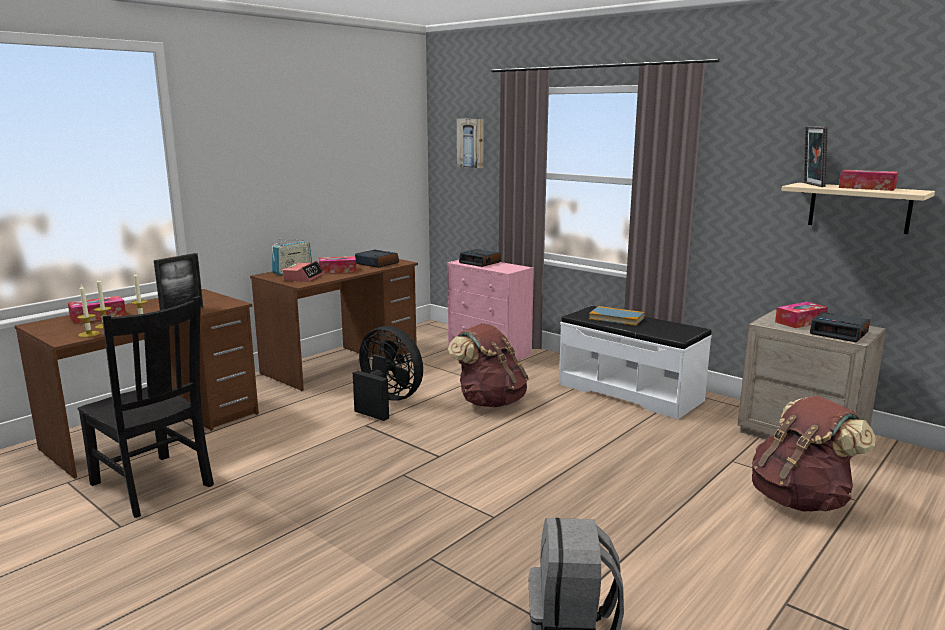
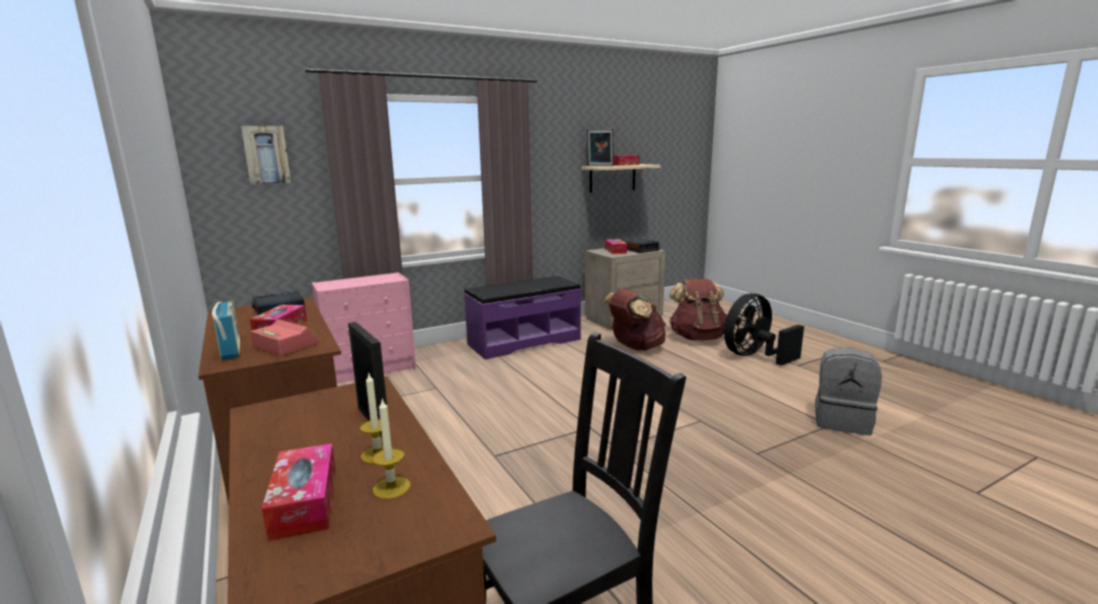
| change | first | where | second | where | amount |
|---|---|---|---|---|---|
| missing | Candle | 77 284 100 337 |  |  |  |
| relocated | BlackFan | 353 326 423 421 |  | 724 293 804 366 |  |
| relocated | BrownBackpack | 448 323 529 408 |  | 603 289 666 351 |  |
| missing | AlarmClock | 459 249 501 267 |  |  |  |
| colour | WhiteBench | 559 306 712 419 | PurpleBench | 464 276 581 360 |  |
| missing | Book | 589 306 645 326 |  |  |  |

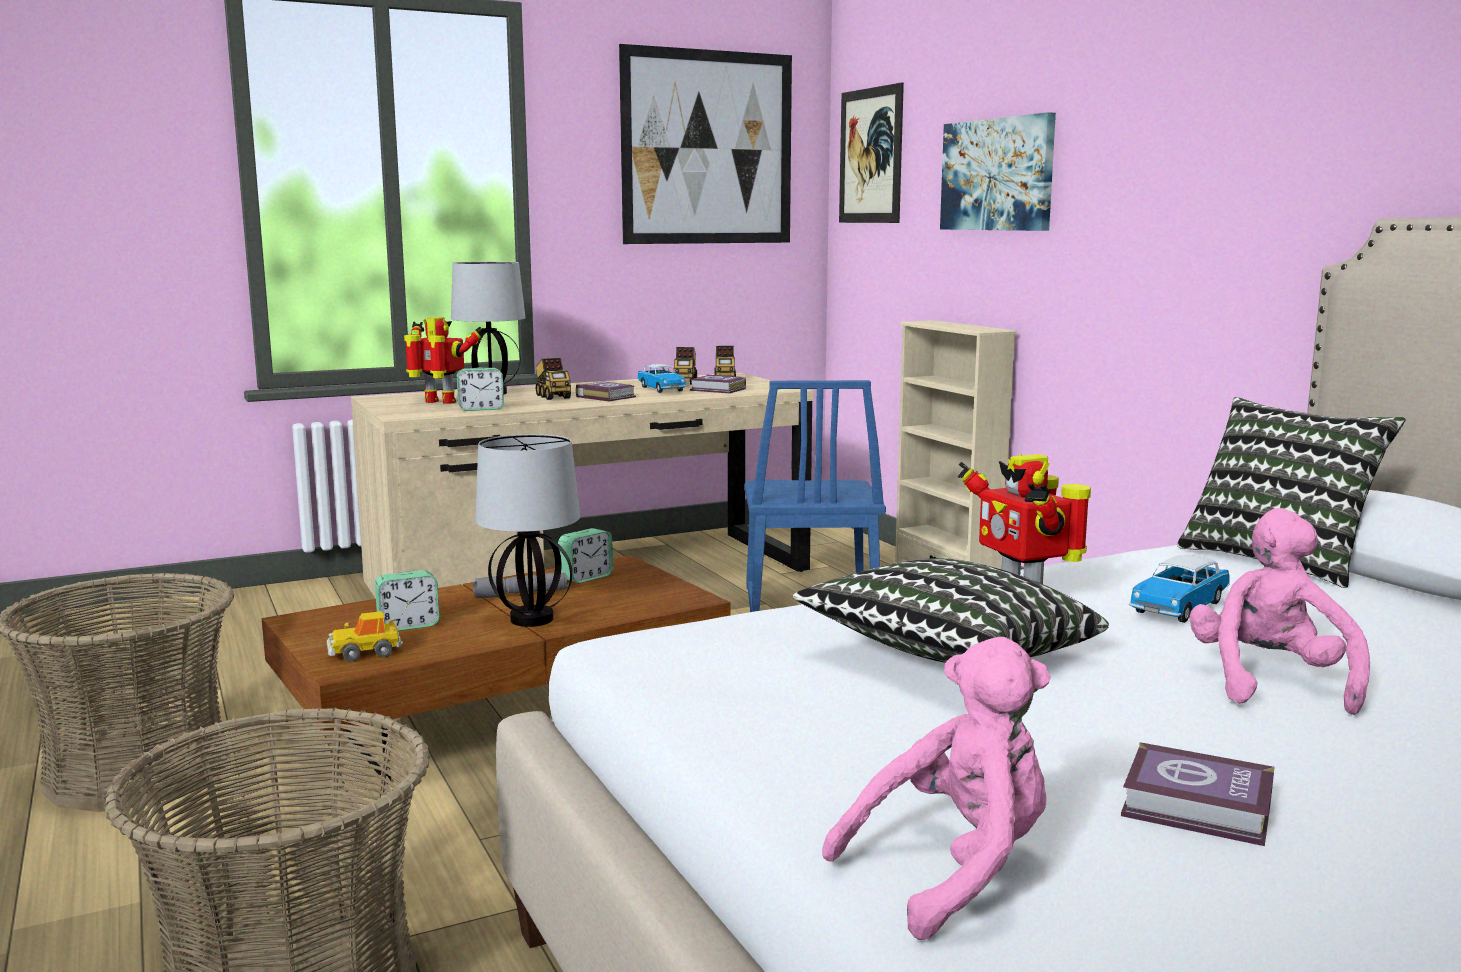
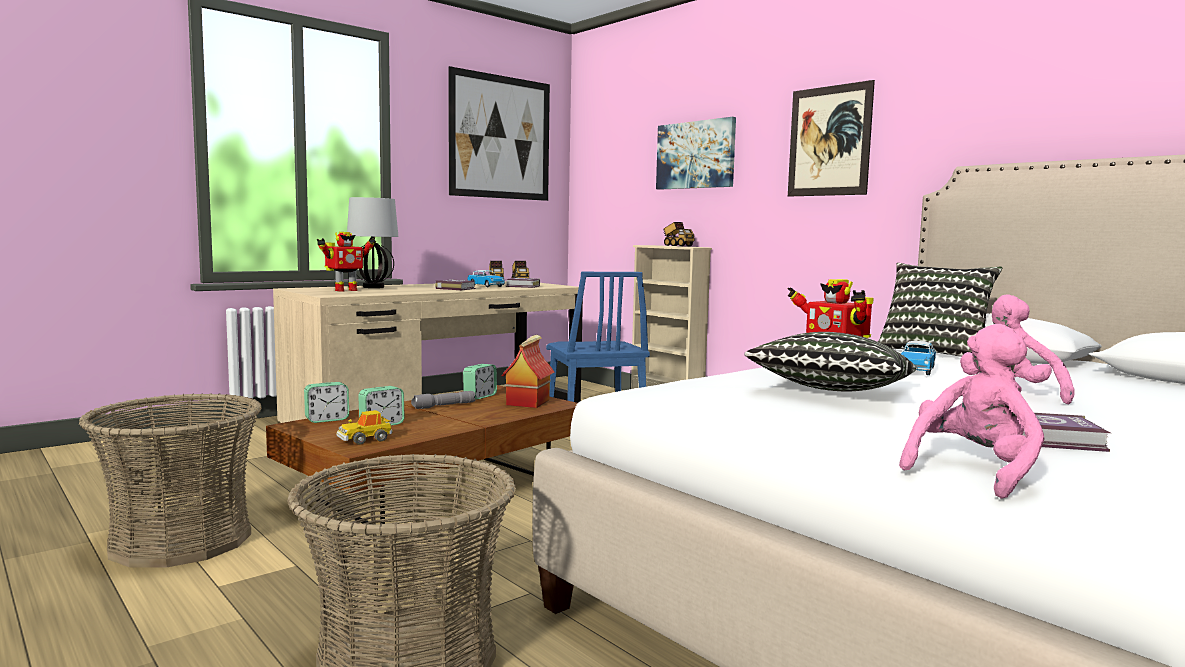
| change | first | where | second | where | amount |
|---|---|---|---|---|---|
| spun | ToyRobot | 404 317 484 404 |  | 317 232 376 292 | 135 degrees clockwise |
| relocated | AlarmClock | 457 368 504 411 |  | 304 382 349 423 |  |
| missing | TableLamp | 475 434 580 627 |  |  |  |
| relocated | ToyTruck | 536 358 571 400 |  | 663 222 695 246 |  |
| relocated | Picture | 839 83 904 223 |  | 788 80 875 196 |  |
| appeared |  |  | ToyHouse | 501 335 555 408 |  |

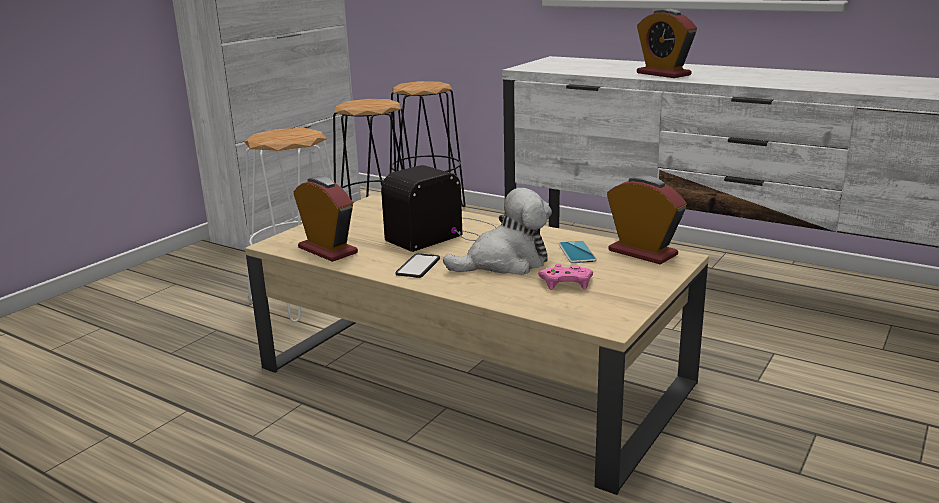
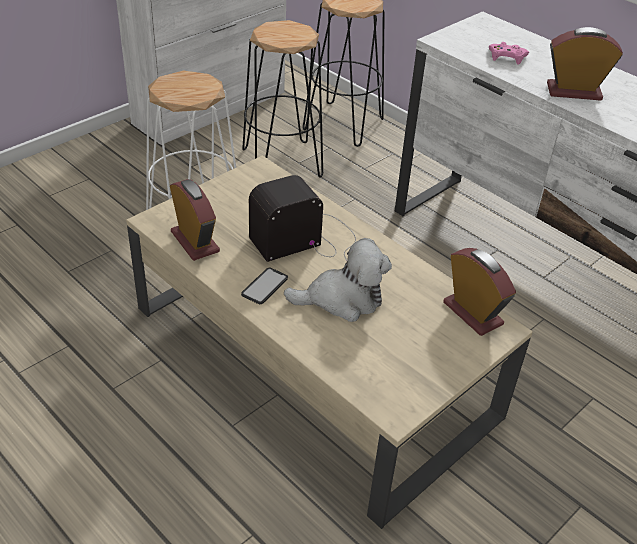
| change | first | where | second | where | amount |
|---|---|---|---|---|---|
| relocated | PinkGameController | 538 264 593 290 |  | 489 42 529 65 |  |
| missing | Phone | 559 241 597 263 |  |  |  |
| spun | AlarmClock | 637 9 697 78 |  | 547 27 623 101 | 120 degrees clockwise |

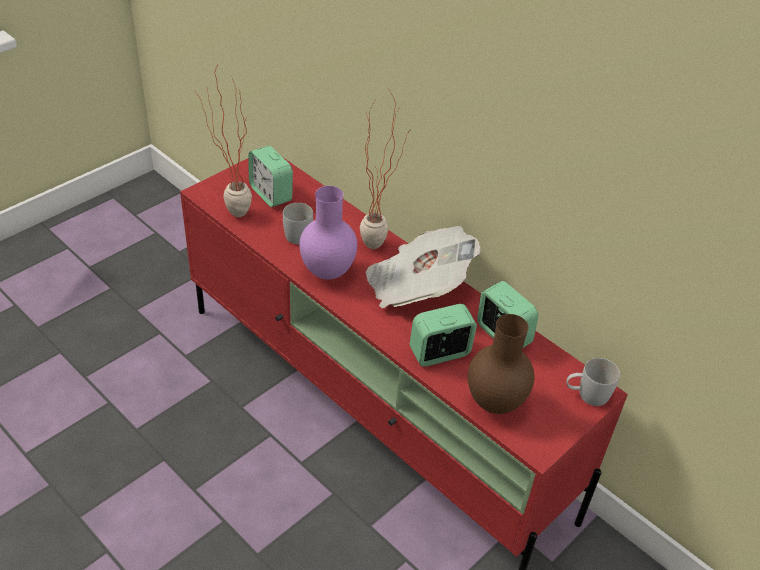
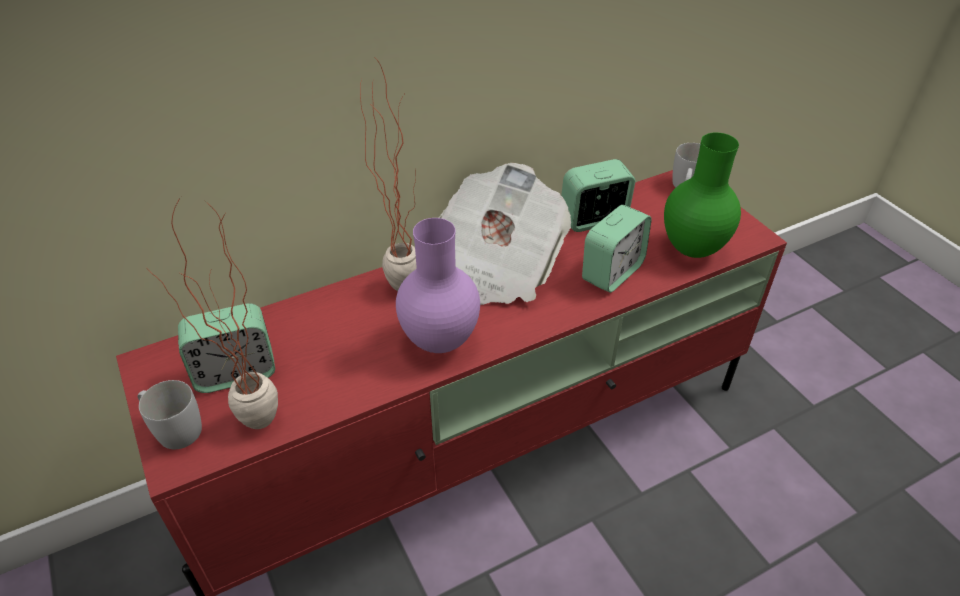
| change | first | where | second | where | amount |
|---|---|---|---|---|---|
| relocated | WhiteMug | 283 203 313 244 |  | 137 380 202 449 |  |
| spun | AlarmClock | 410 304 477 367 |  | 582 205 652 293 | 135 degrees counterclockwise |
| colour | BrownVase | 468 314 535 414 | GreenVase | 664 132 741 258 |  |

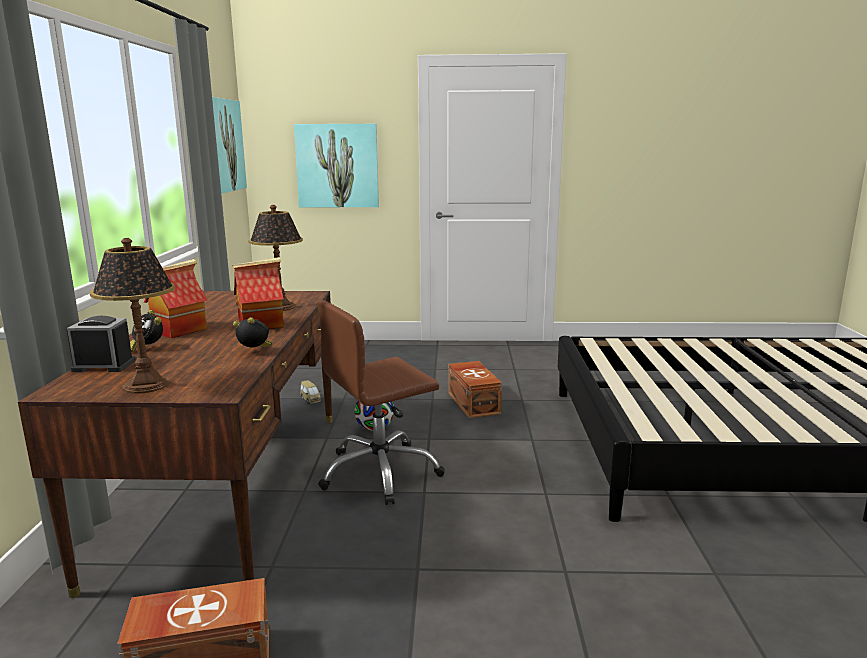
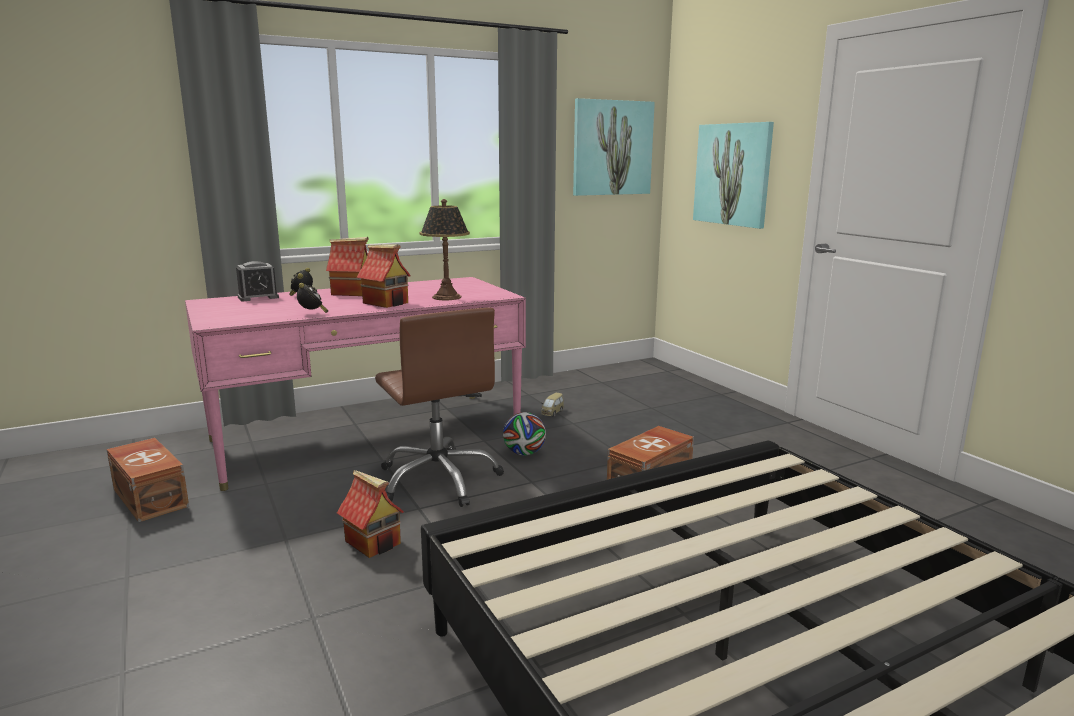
| change | first | where | second | where | amount |
|---|---|---|---|---|---|
| colour | BrownDesk | 18 291 332 598 | PinkDesk | 185 277 526 491 |  |
| spun | AlarmClock | 67 316 136 372 |  | 236 261 279 301 | 90 degrees clockwise |
| missing | TableLamp | 90 238 175 394 |  |  |  |
| spun | BrownOfficeChair | 317 300 445 505 |  | 375 308 504 507 | 150 degrees counterclockwise |
| appeared |  |  | ToyHouse | 337 470 404 558 |  |

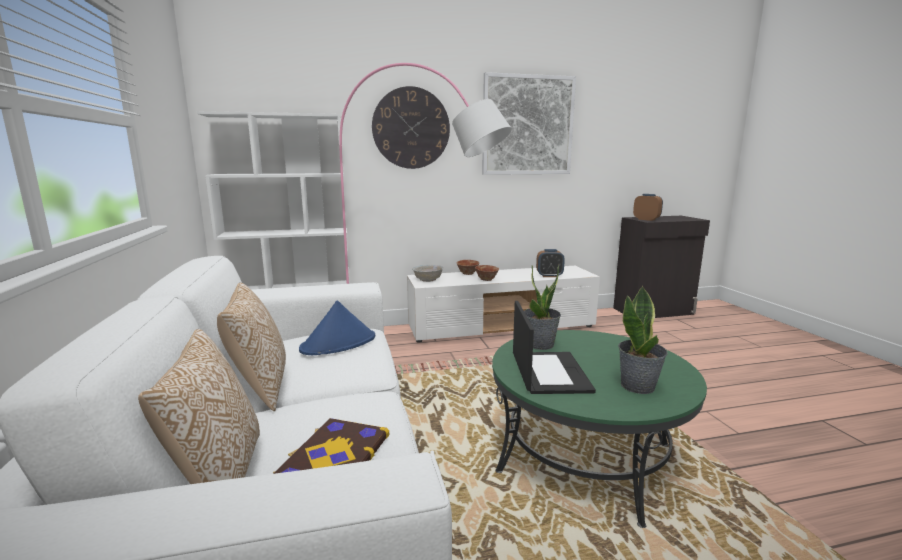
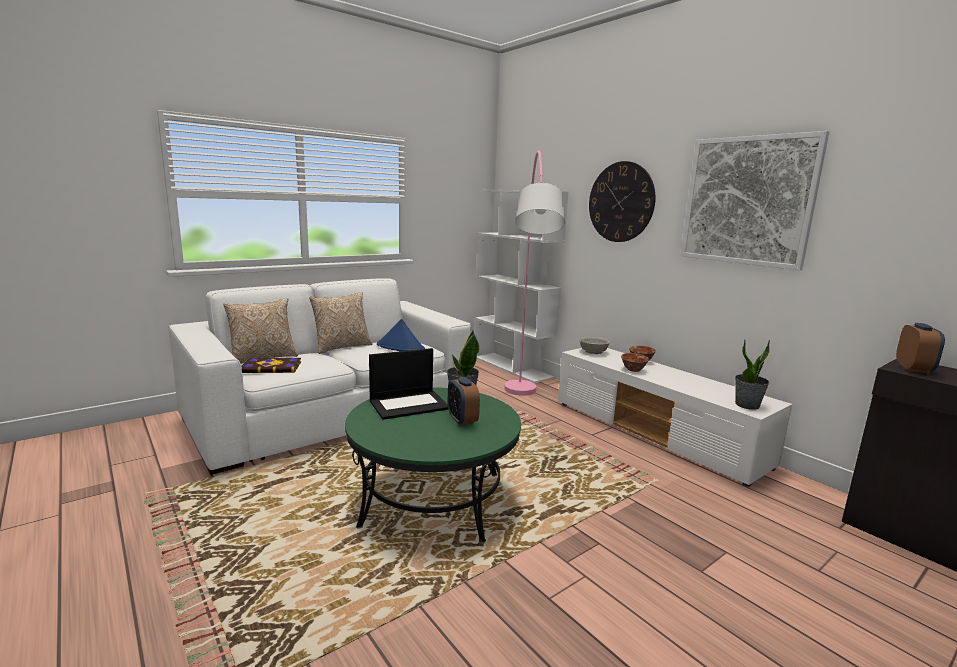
| change | first | where | second | where | amount |
|---|---|---|---|---|---|
| relocated | AlarmClock | 536 249 565 277 |  | 448 377 480 426 |  |
| relocated | PottedPlant | 618 286 668 394 |  | 735 339 770 410 |  |

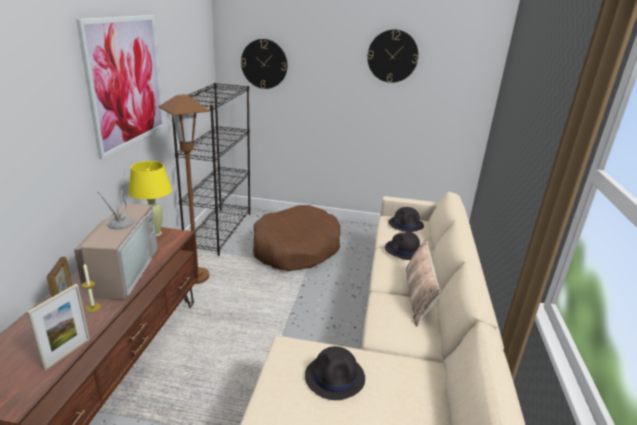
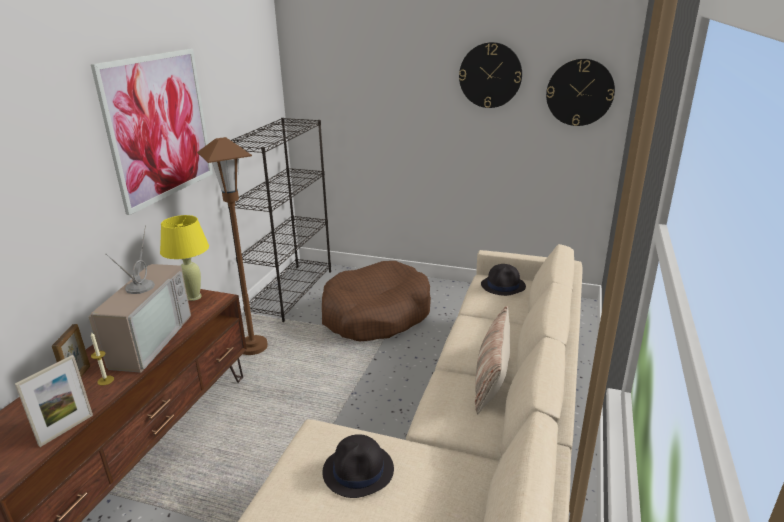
| change | first | where | second | where | amount |
|---|---|---|---|---|---|
| relocated | WallClock | 241 39 287 89 |  | 546 59 615 126 |  |
| missing | BlackHat | 385 231 420 260 |  |  |  |

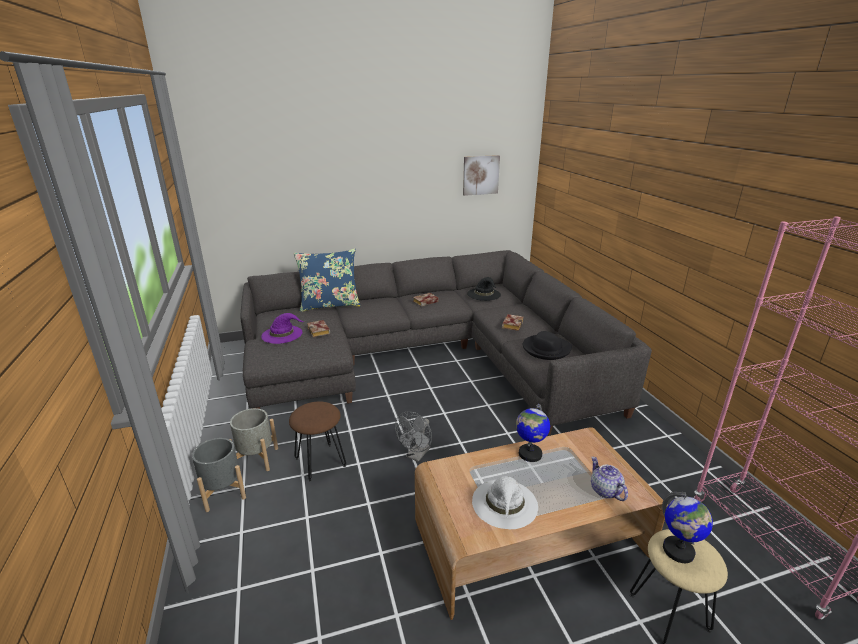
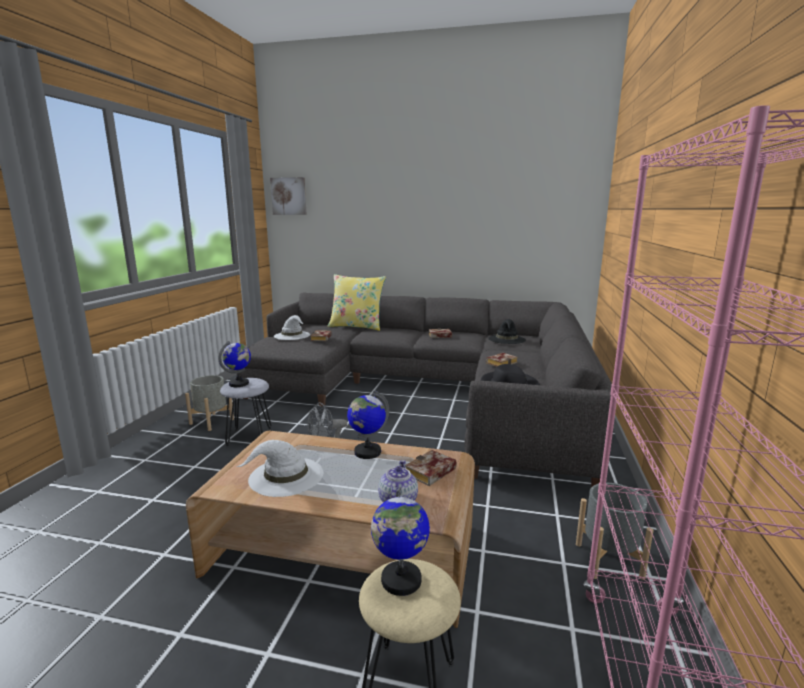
| change | first | where | second | where | amount |
|---|---|---|---|---|---|
| relocated | GreyPlanter | 192 438 246 512 |  | 576 483 653 580 |  |
| colour | PurpleHat | 261 313 304 344 | WhiteHat | 274 315 310 340 |  |
| colour | BrownStool | 289 401 346 482 | GreyStool | 220 378 272 446 |  |
| colour | BluePillow | 294 249 361 312 | YellowPillow | 327 274 386 331 |  |
| relocated | Picture | 463 155 500 196 |  | 270 177 307 215 |  |
| appeared |  |  | Globe | 219 341 251 387 |  |
| appeared |  |  | Book | 405 450 457 486 |  |

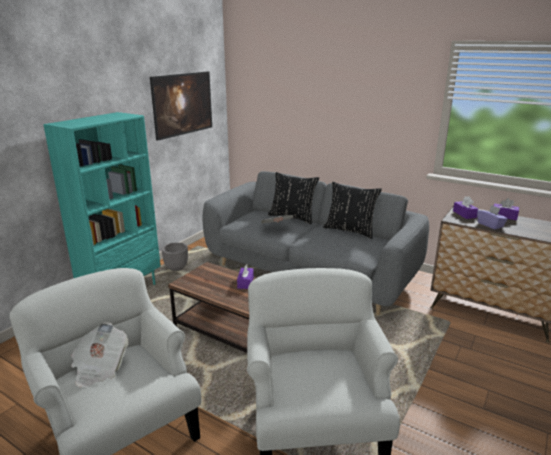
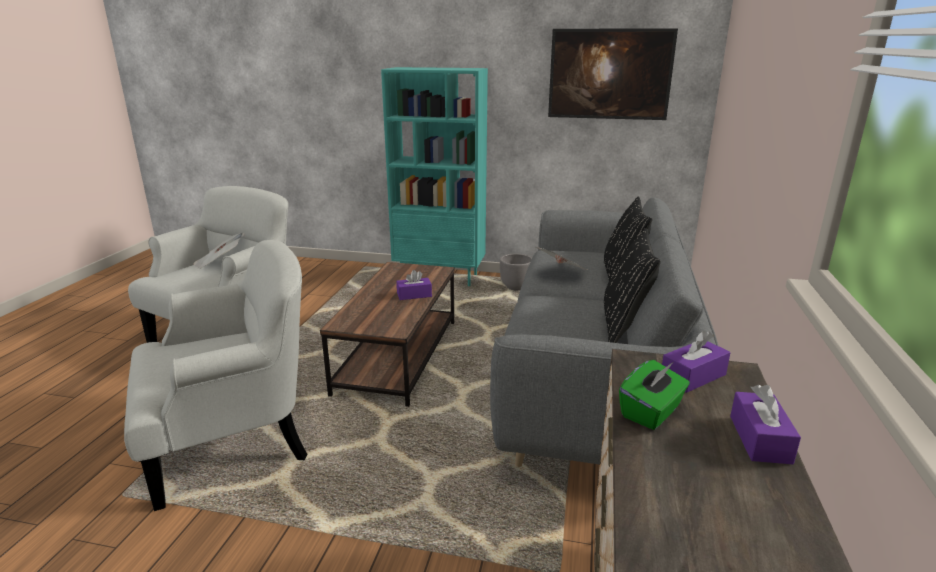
| change | first | where | second | where | amount |
|---|---|---|---|---|---|
| colour | PurpleTissueBox | 477 205 508 229 | GreenTissueBox | 619 360 690 430 |  |

